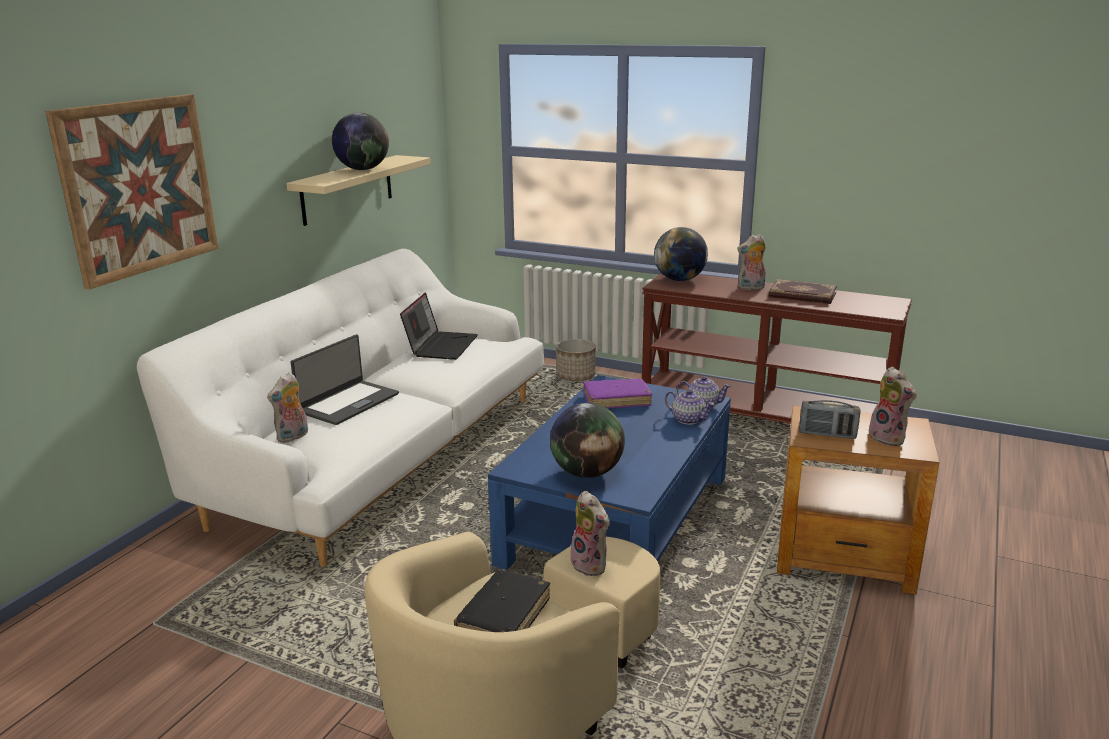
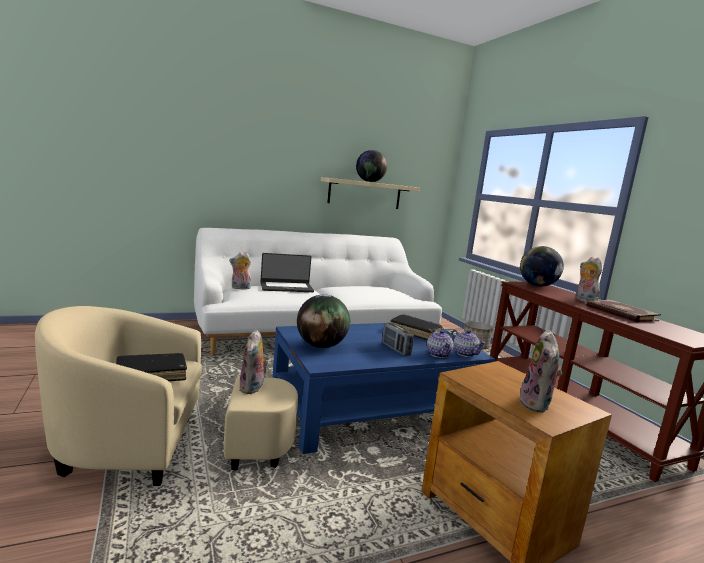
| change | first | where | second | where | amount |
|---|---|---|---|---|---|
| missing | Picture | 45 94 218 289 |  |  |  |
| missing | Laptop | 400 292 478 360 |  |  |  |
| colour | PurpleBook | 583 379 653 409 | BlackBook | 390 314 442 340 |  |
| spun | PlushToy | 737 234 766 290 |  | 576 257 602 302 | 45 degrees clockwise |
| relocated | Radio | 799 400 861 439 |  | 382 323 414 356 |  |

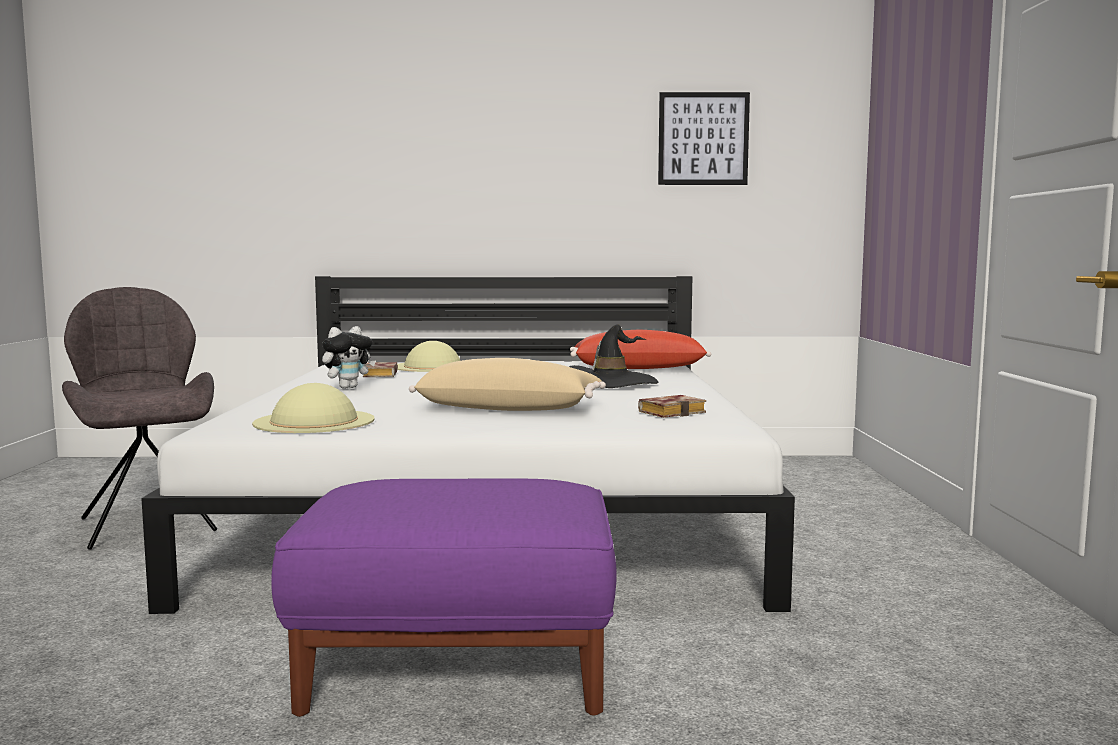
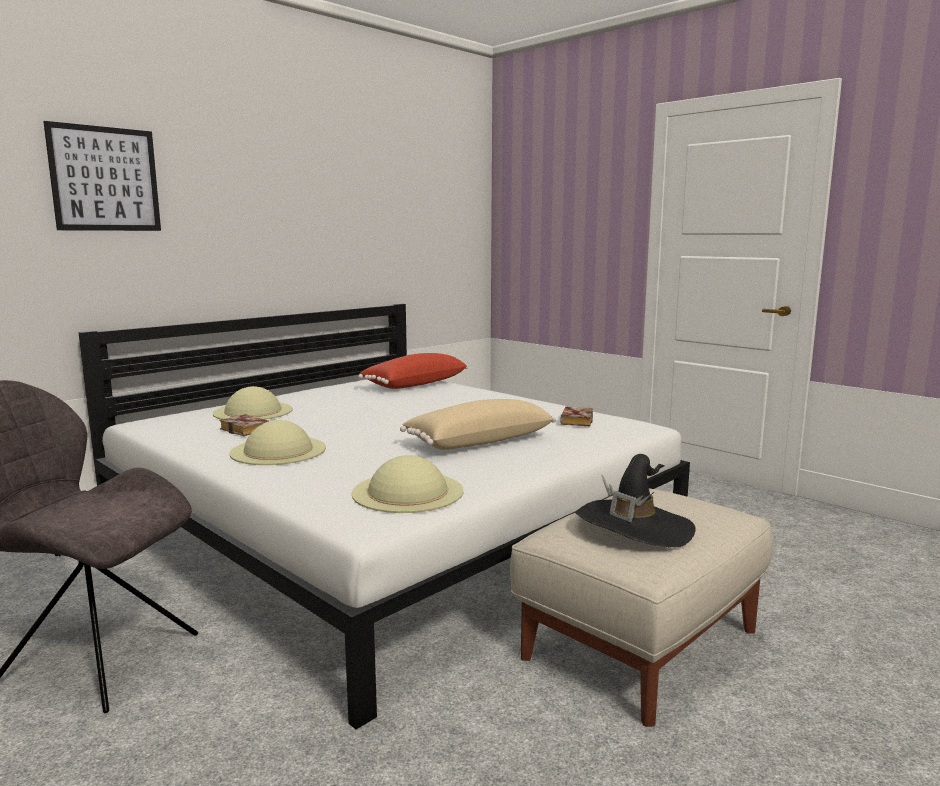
| change | first | where | second | where | amount |
|---|---|---|---|---|---|
| colour | PurpleOttoman | 271 479 617 717 | BeigeOttoman | 510 489 773 727 |  |
| exchanged | PlushToy | 322 326 376 389 | BeigeHat | 229 420 326 465 |  |
| relocated | BlackHat | 569 324 659 388 |  | 575 454 696 547 |  |
| relocated | Picture | 658 92 750 185 |  | 43 121 161 231 |  |

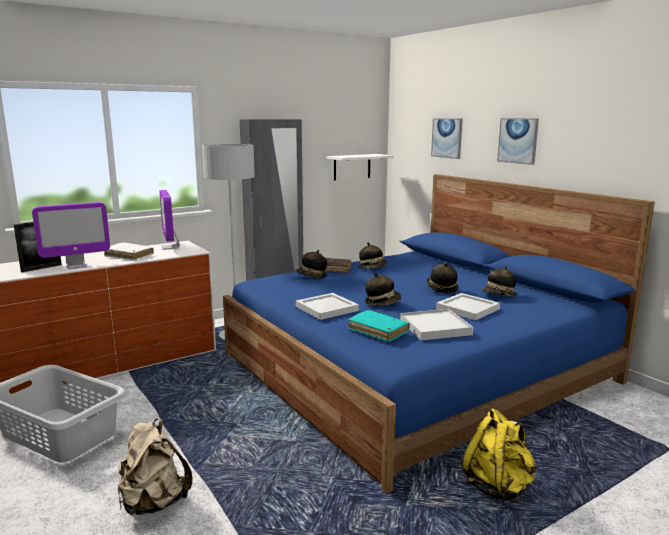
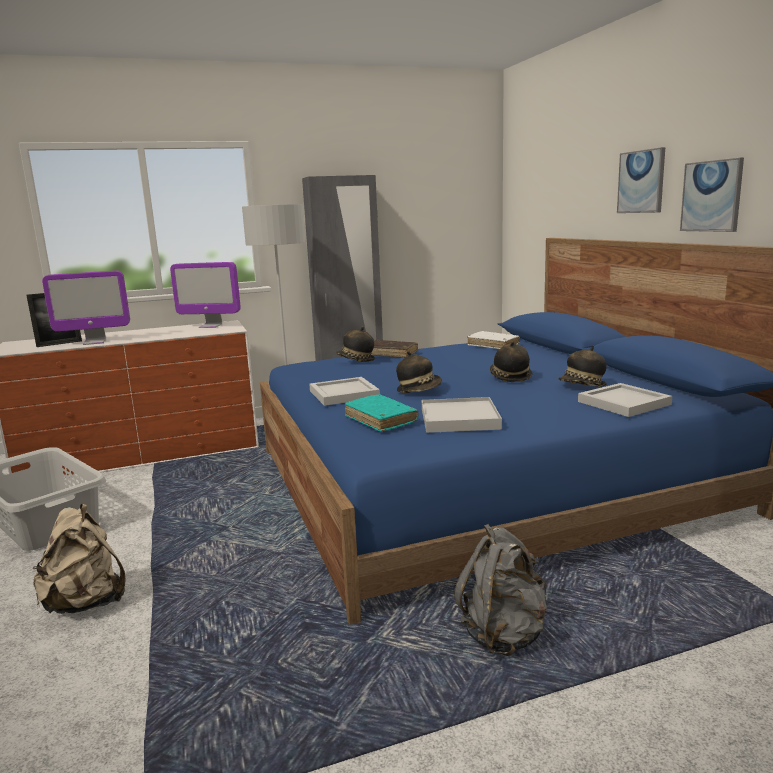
| change | first | where | second | where | amount |
|---|---|---|---|---|---|
| relocated | WhiteBook | 104 242 154 261 |  | 467 331 520 349 |  |
| spun | Monitor | 159 190 180 250 |  | 170 262 241 328 | 75 degrees counterclockwise |
| missing | WhiteShelf | 326 154 394 180 |  |  |  |
| missing | Hat | 359 242 387 269 |  |  |  |
| relocated | Picture | 431 118 463 159 |  | 680 158 744 232 |  |
| relocated | WhiteTray | 436 293 500 320 |  | 578 383 672 417 |  |
| colour | YellowBackpack | 461 408 537 502 | GreyBackpack | 455 524 547 656 |  |

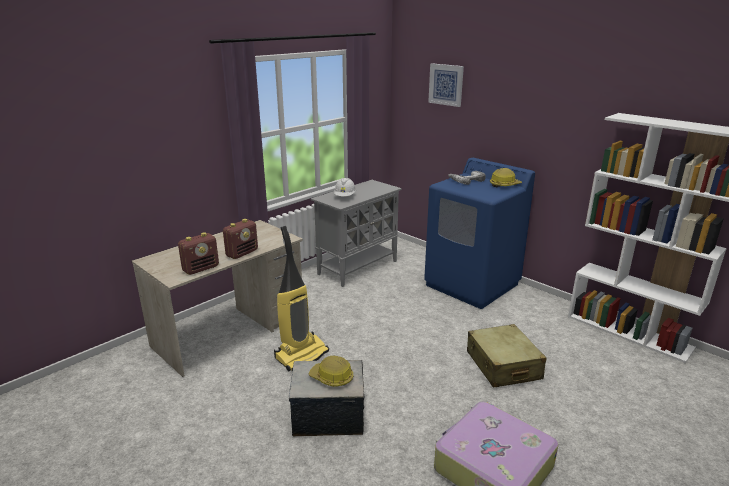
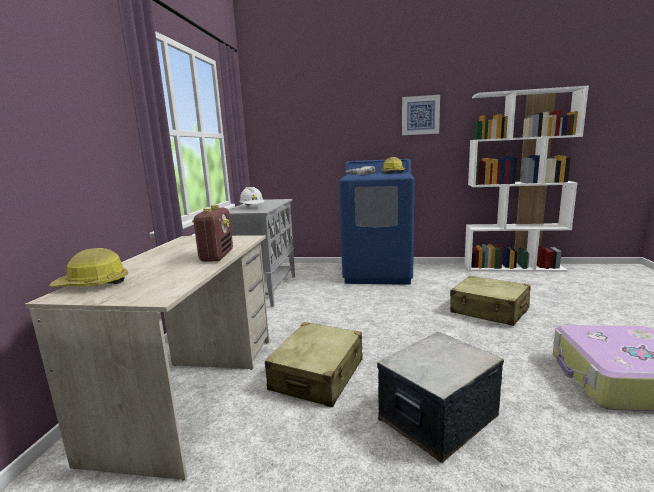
| change | first | where | second | where | amount |
|---|---|---|---|---|---|
| missing | Radio | 178 232 219 275 |  |  |  |
| exchanged | VacuumCleaner | 274 226 329 371 | BeigeSuitcase | 265 322 363 407 |  |
| relocated | HardHat | 309 356 353 387 |  | 49 248 128 287 |  |
| relocated | Picture | 428 63 464 107 |  | 402 95 440 135 |  |

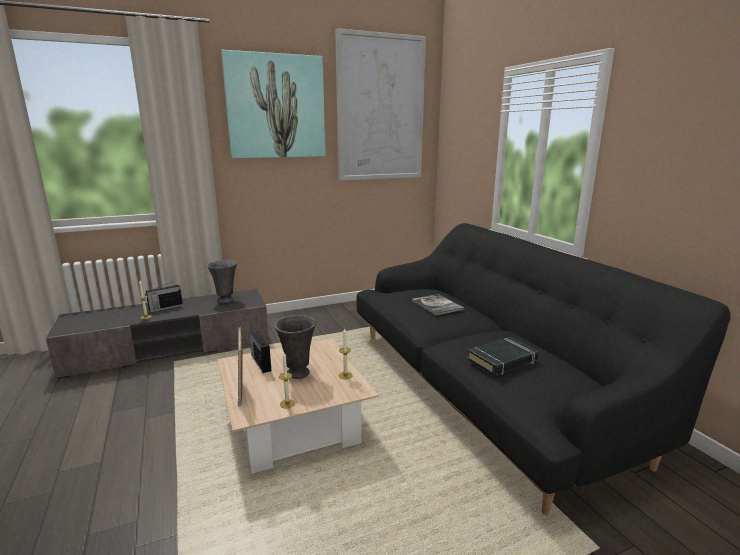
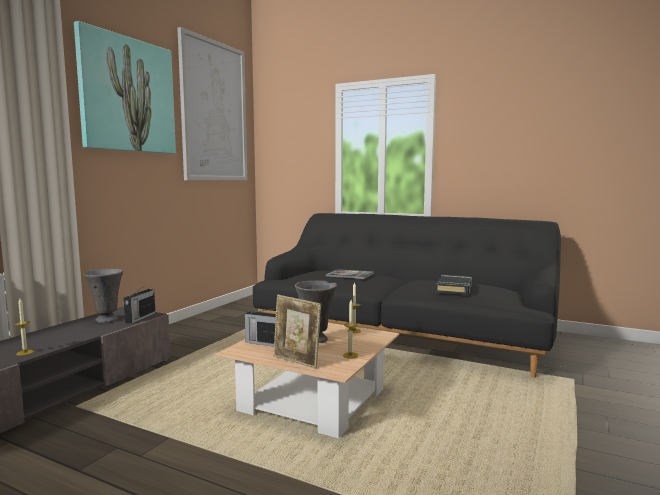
| change | first | where | second | where | amount |
|---|---|---|---|---|---|
| relocated | Radio | 145 281 183 313 |  | 124 284 156 324 |  |

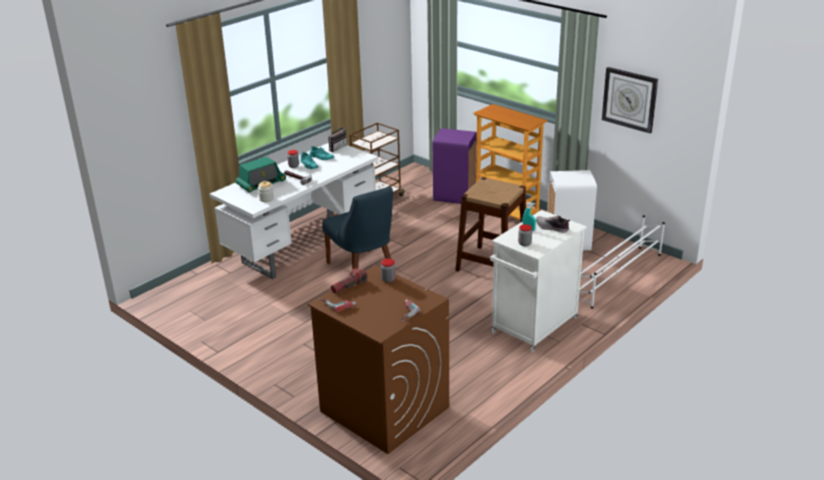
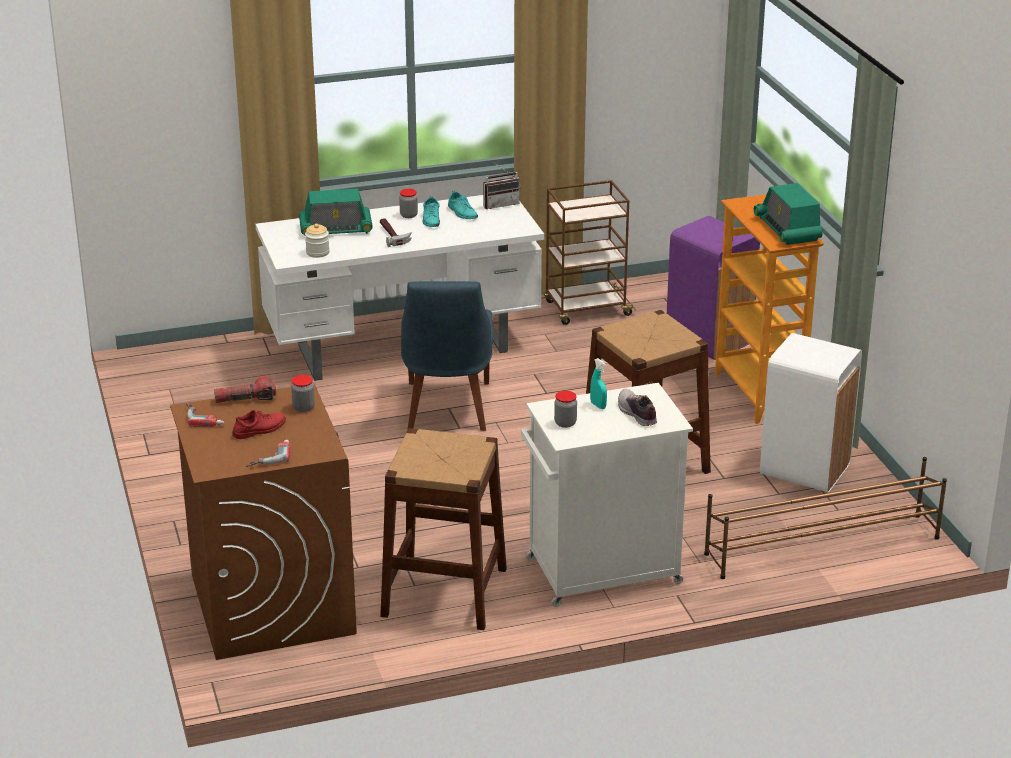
| change | first | where | second | where | amount |
|---|---|---|---|---|---|
| colour | WhiteShoeRack | 579 215 665 309 | BrownShoeRack | 704 457 947 579 |  |
| missing | WallClock | 602 67 658 134 |  |  |  |
| appeared |  |  | RedShoe | 232 410 286 439 |  |
| appeared |  |  | BrownStool | 380 428 507 630 |  |
| appeared |  |  | Radio | 754 183 823 245 |  |

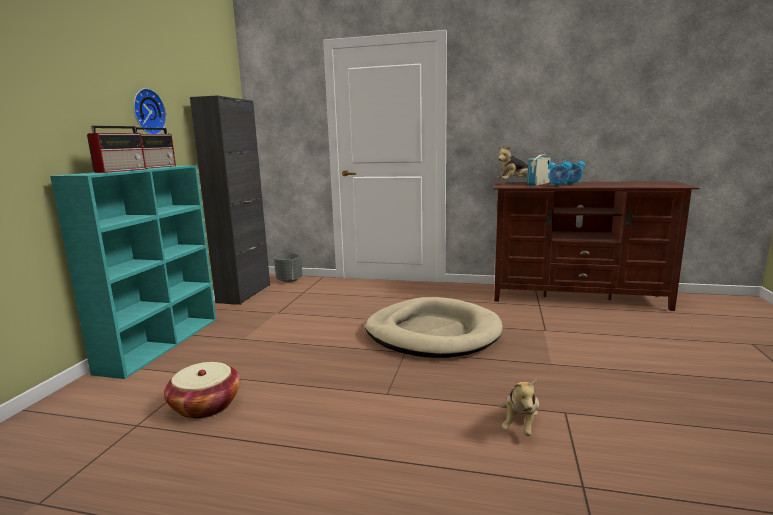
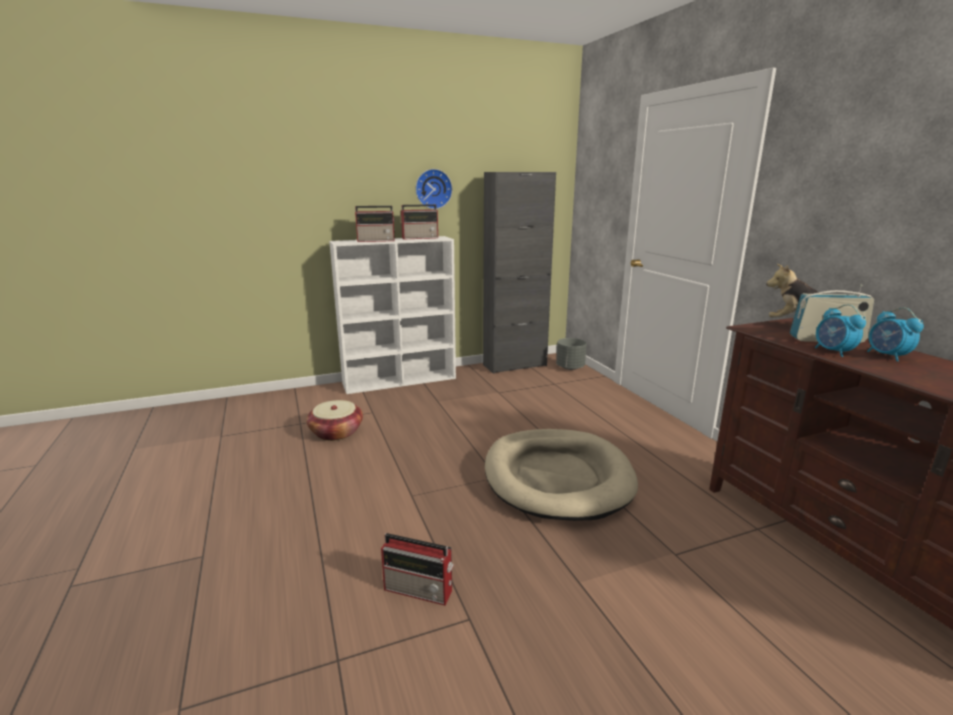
| change | first | where | second | where | amount |
|---|---|---|---|---|---|
| colour | TurquoiseBookcase | 50 165 216 379 | WhiteBookcase | 329 236 456 394 |  |
| exchanged | PlushToy | 500 378 539 436 | Radio | 381 533 454 606 |  |

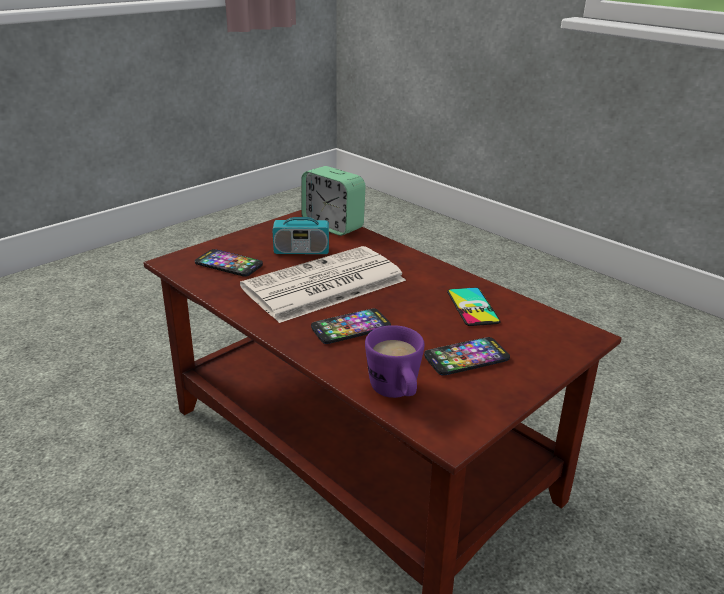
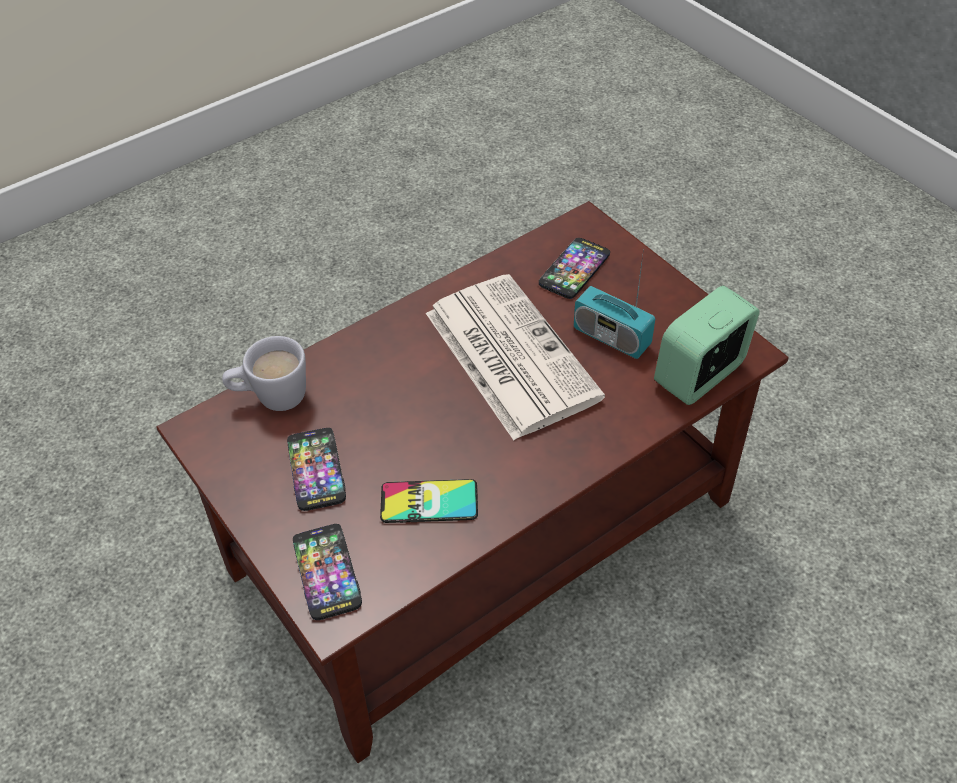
| change | first | where | second | where | amount |
|---|---|---|---|---|---|
| spun | Radio | 272 175 329 254 |  | 574 249 655 359 | 60 degrees counterclockwise |
| relocated | Phone | 311 308 391 344 |  | 293 524 362 620 |  |
| colour | PurpleMug | 365 325 425 398 | WhiteMug | 222 336 306 411 |  |

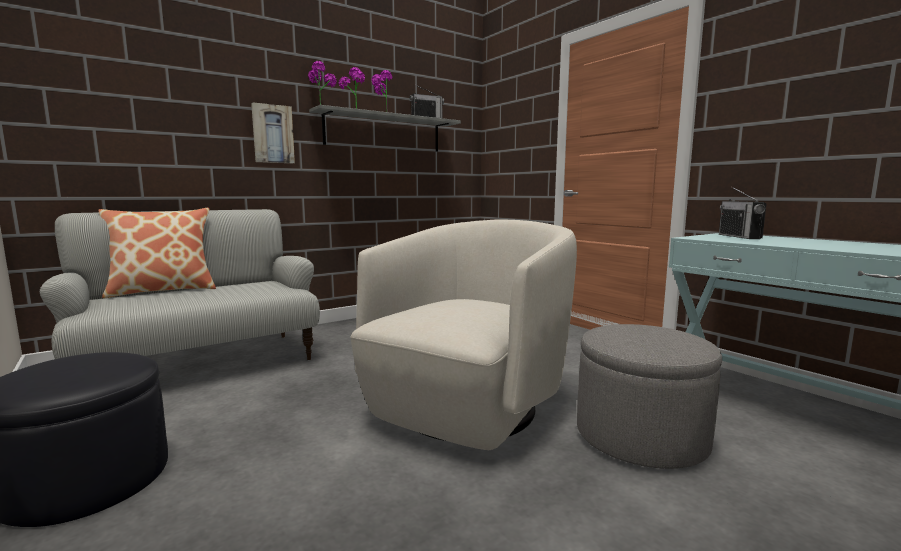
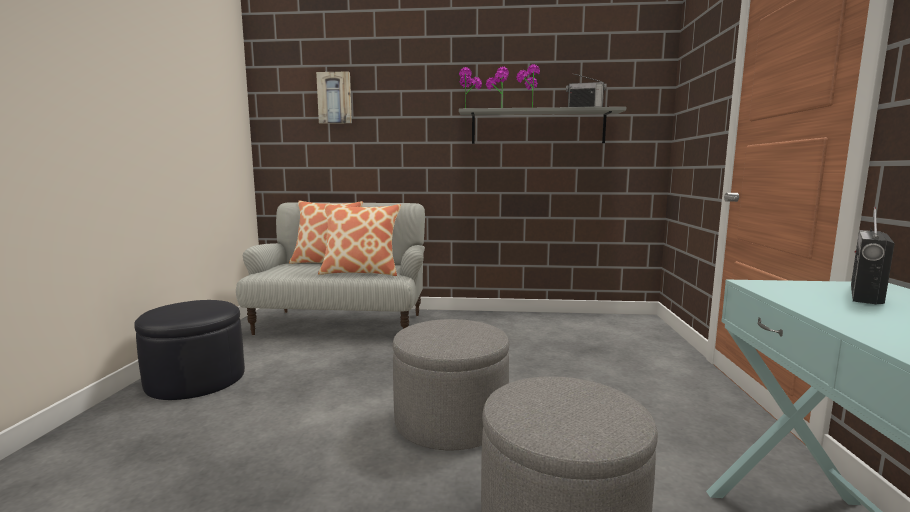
| change | first | where | second | where | amount |
|---|---|---|---|---|---|
| relocated | Picture | 251 102 295 163 |  | 316 71 352 124 |  |
| exchanged | BeigeArmchair | 350 220 577 450 | GreyOttoman | 393 319 509 450 |  |
| appeared |  |  | Pillow | 318 204 401 276 |  |

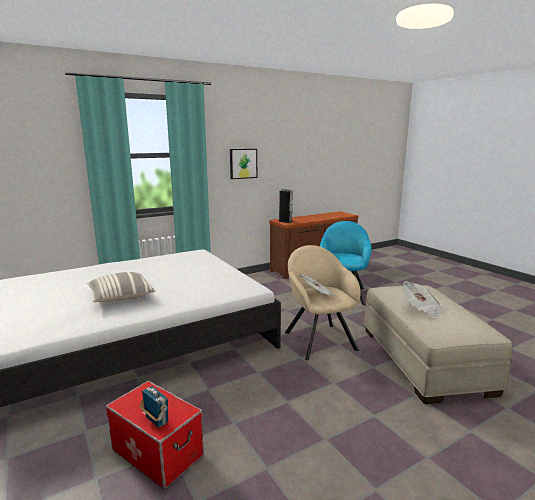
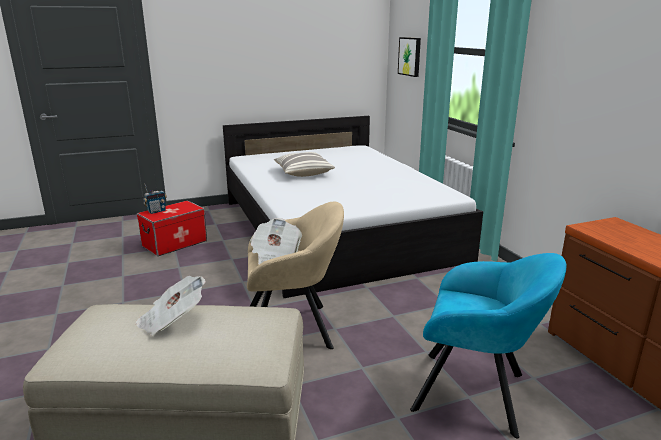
| change | first | where | second | where | amount |
|---|---|---|---|---|---|
| relocated | Picture | 230 149 257 179 |  | 398 37 421 77 |  |
| missing | Speaker | 278 189 293 223 |  |  |  |

